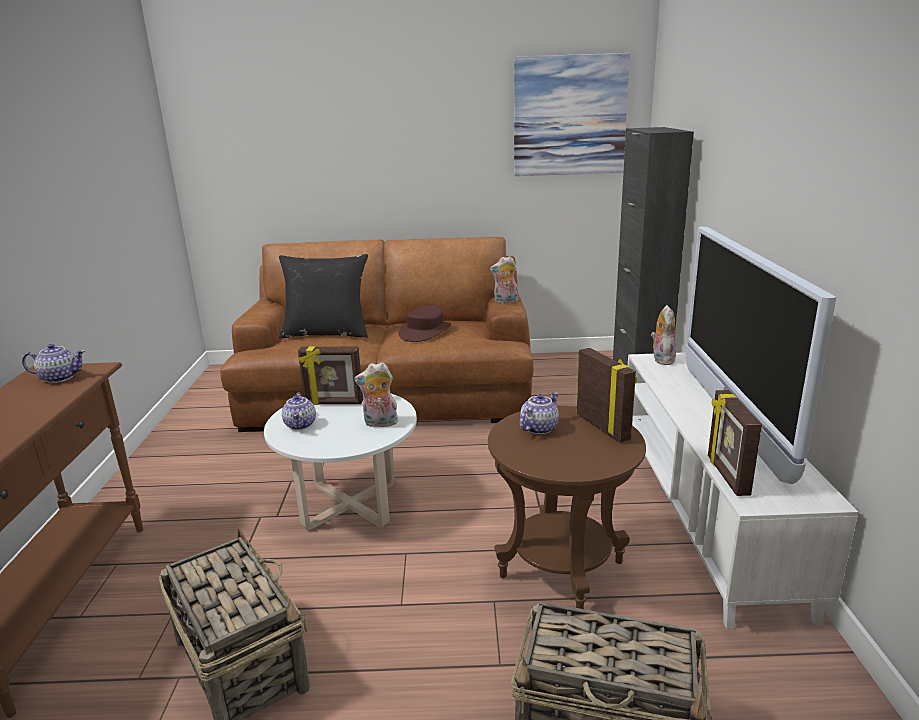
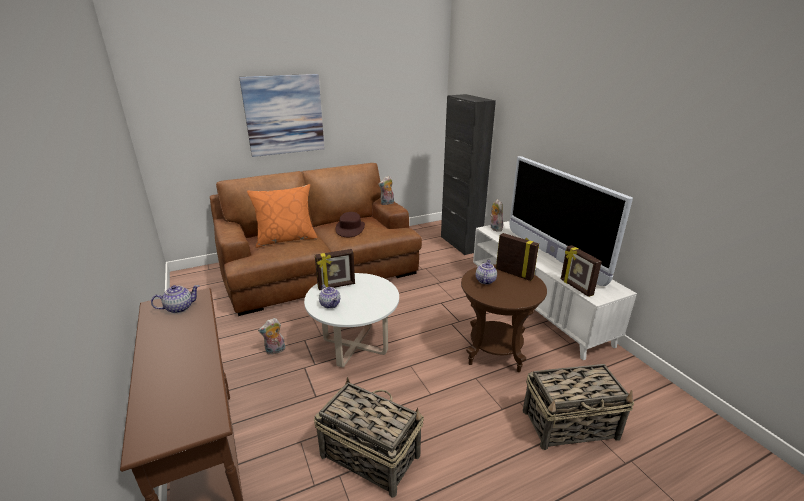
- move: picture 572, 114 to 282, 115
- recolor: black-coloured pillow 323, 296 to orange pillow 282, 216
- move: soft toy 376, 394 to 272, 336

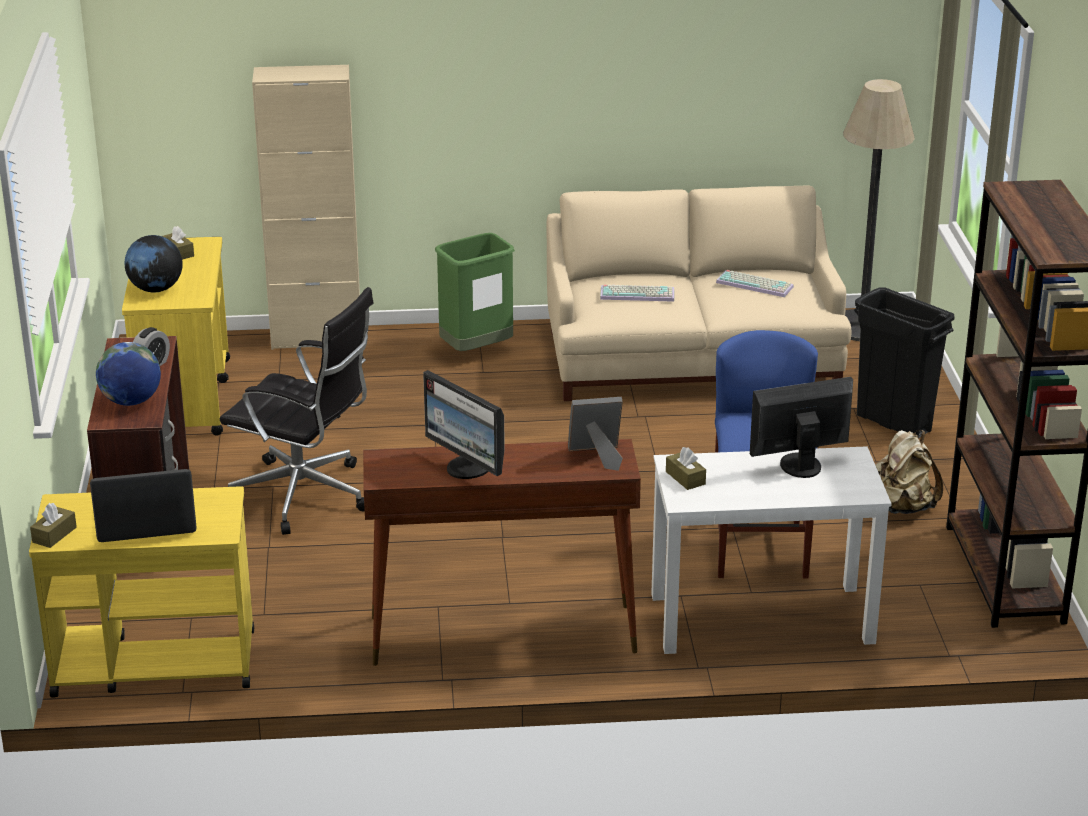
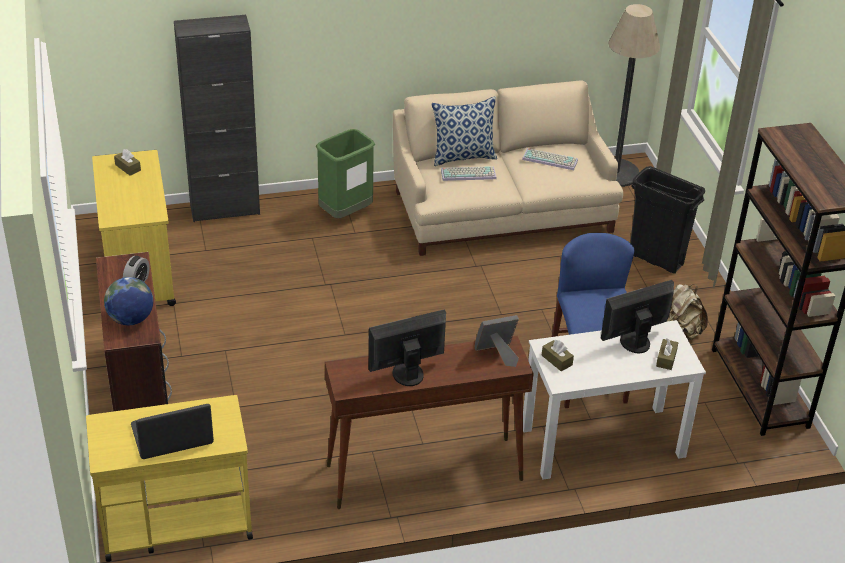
- recolor: beige-coloured cabinet 306, 207 to black-coloured cabinet 217, 118
- rotate: computer screen 464, 424 = 407, 347 120 degrees clockwise
- insert: pillow 464, 131
- move: brownish box of tissues 53, 525 to 667, 354
- delete: globe 154, 263
- delete: black-coloured office chair 297, 411

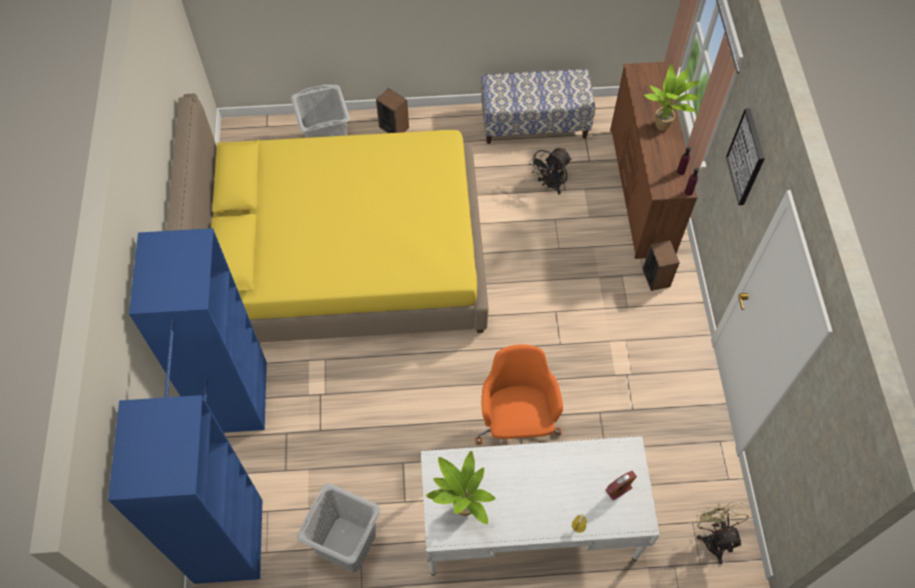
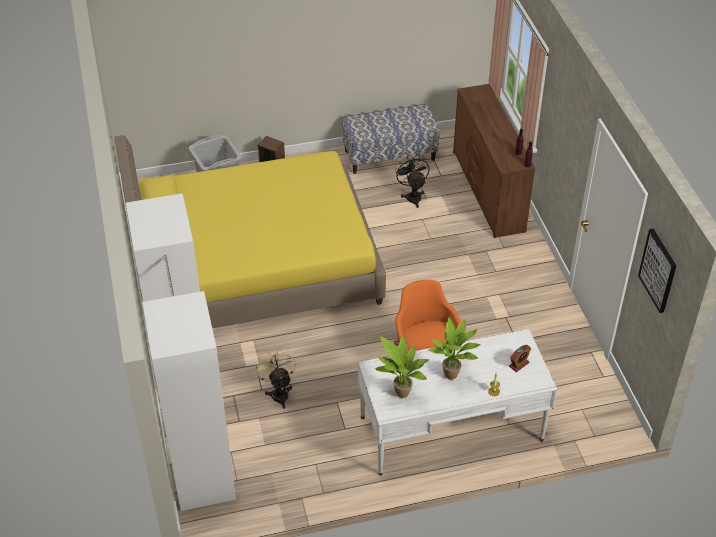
- recolor: blue armoire 187, 406 to white-coloured armoire 181, 352
- move: beige-coloured fan 722, 533 to 275, 378
- rotate: black-coloured fan 550, 171 = 412, 181 135 degrees clockwise
- move: potted plant 672, 97 to 454, 348
- move: picture 745, 156 to 657, 271
- delete: grey laundry basket 338, 527
- delete: speaker 661, 265

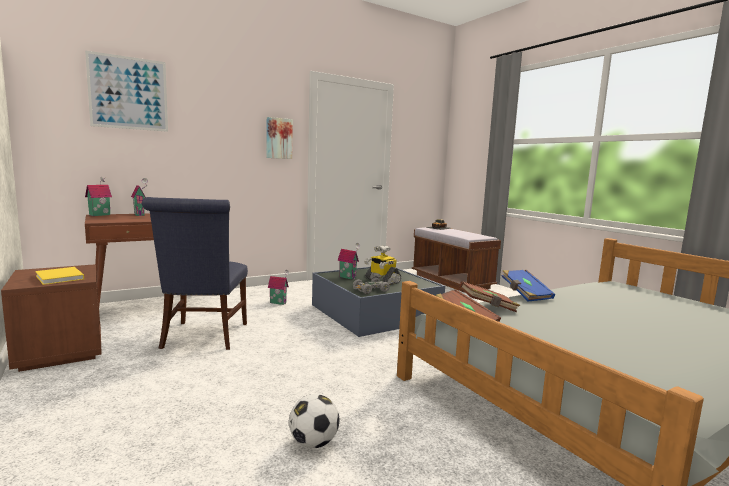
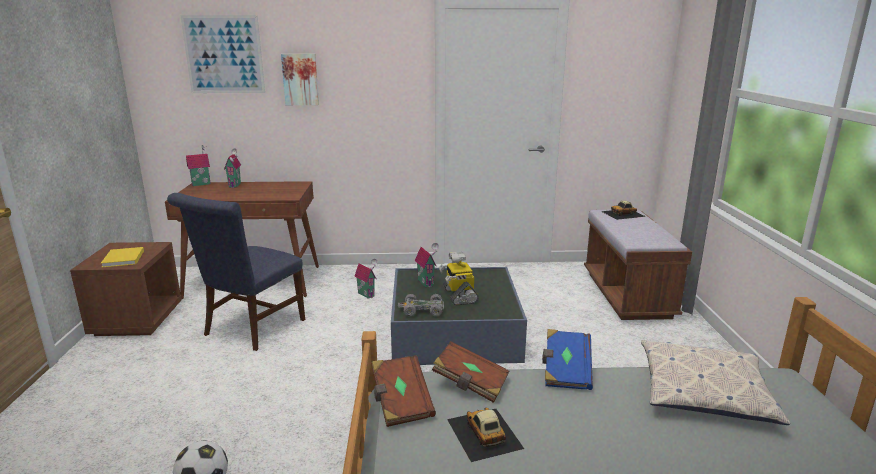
- move: picture 279, 138 to 300, 79
- insert: toy car 485, 434
- insert: pillow 715, 382

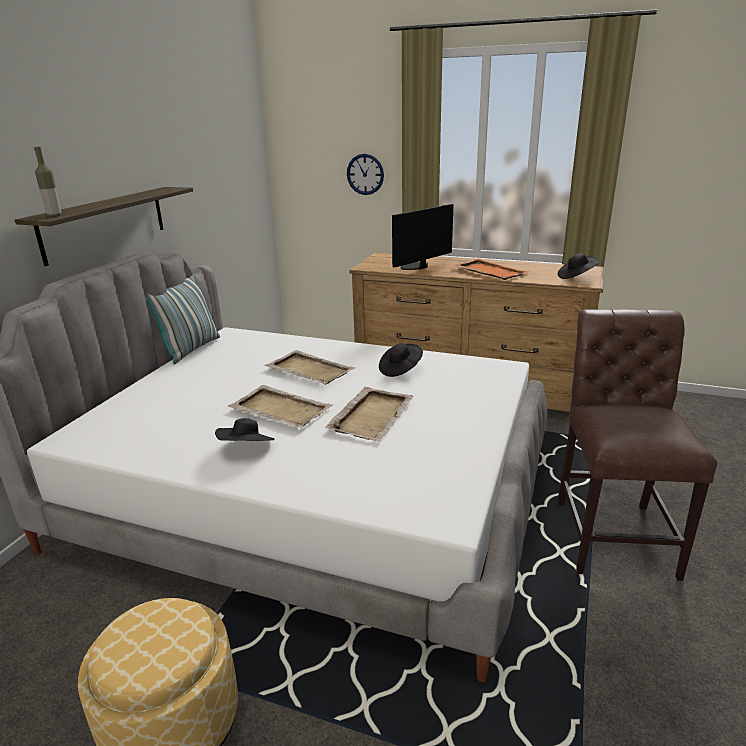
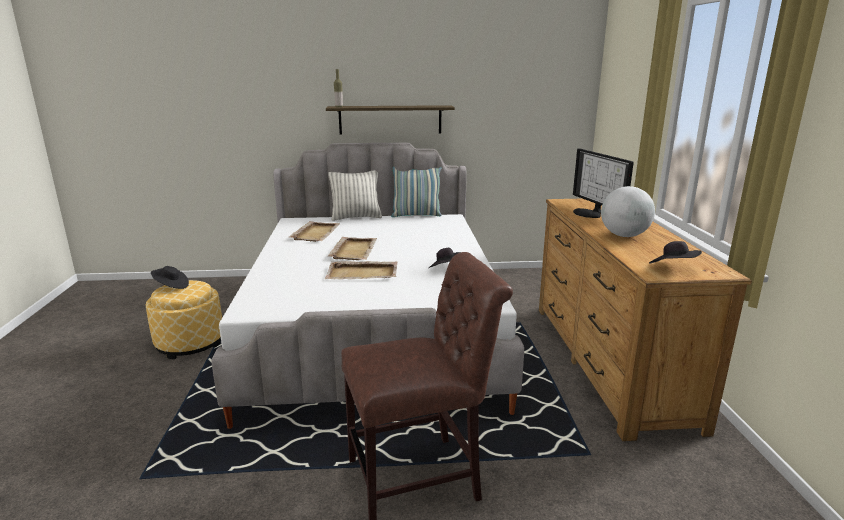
- move: black-coloured clothing hat 245, 429 to 170, 277
- move: beige-coloured tray 310, 367 to 314, 231
- insert: pillow 355, 195
- rotate: computer screen 422, 237 = 603, 183 135 degrees counterclockwise
- replace: orange tray 492, 269 to globe 628, 211
- delete: wall clock 365, 174

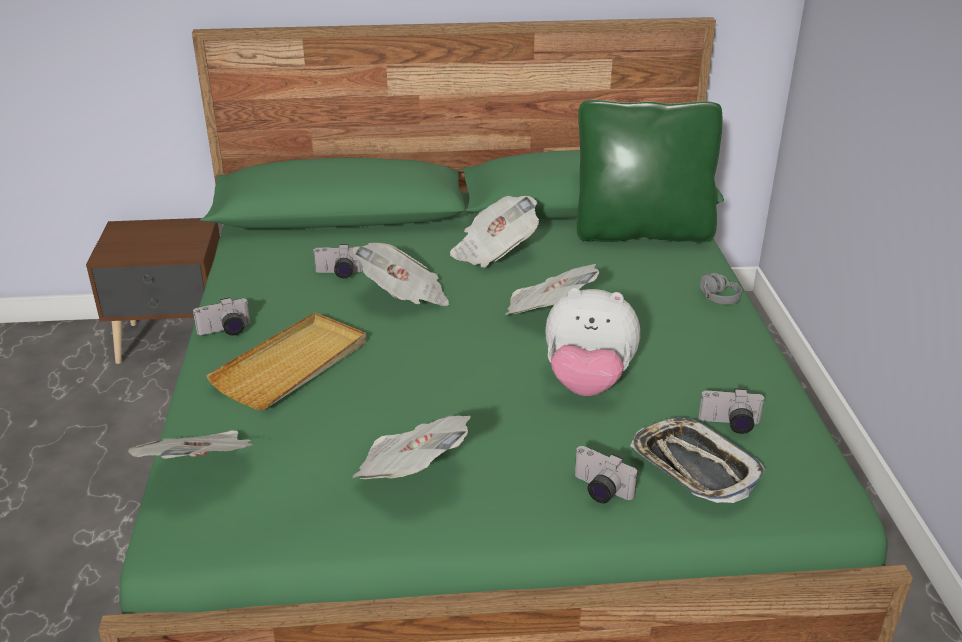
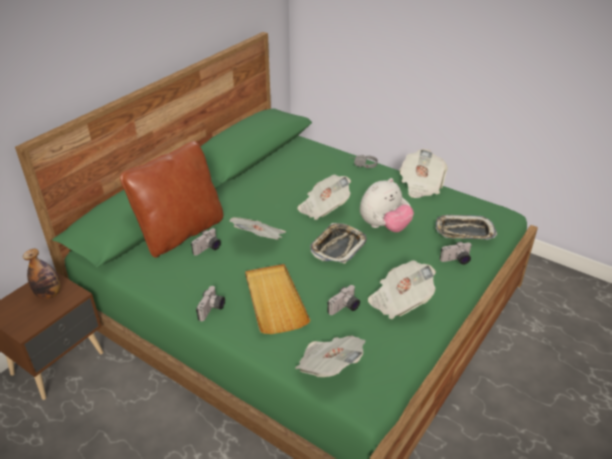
- insert: bottle 42, 274
- insert: brownish pillow 171, 199
- insert: tray 338, 243
- move: photo camera 732, 411 to 343, 300
- move: printed paper 494, 231 to 423, 173
- delete: greenish pillow 649, 171

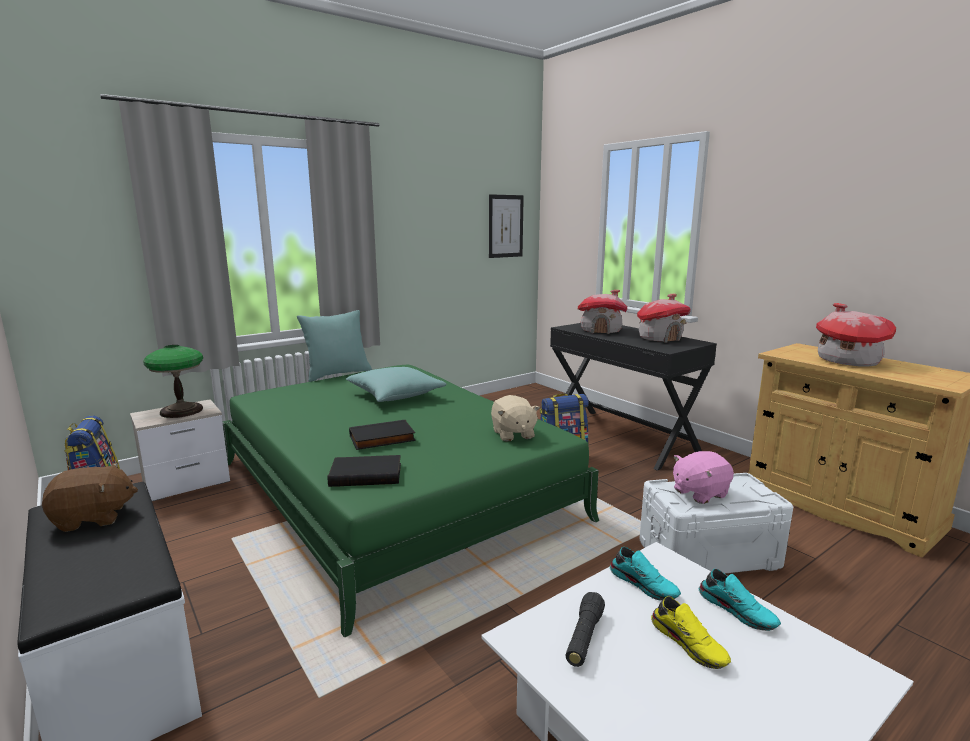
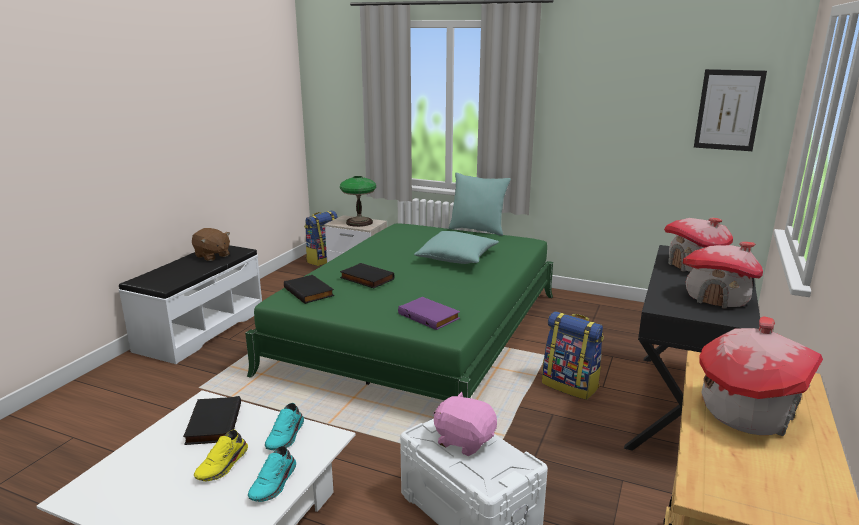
- replace: black-coloured torch 585, 629 to black-coloured book 212, 420
- replace: beige-coloured soft toy 515, 418 to purple-coloured book 429, 313

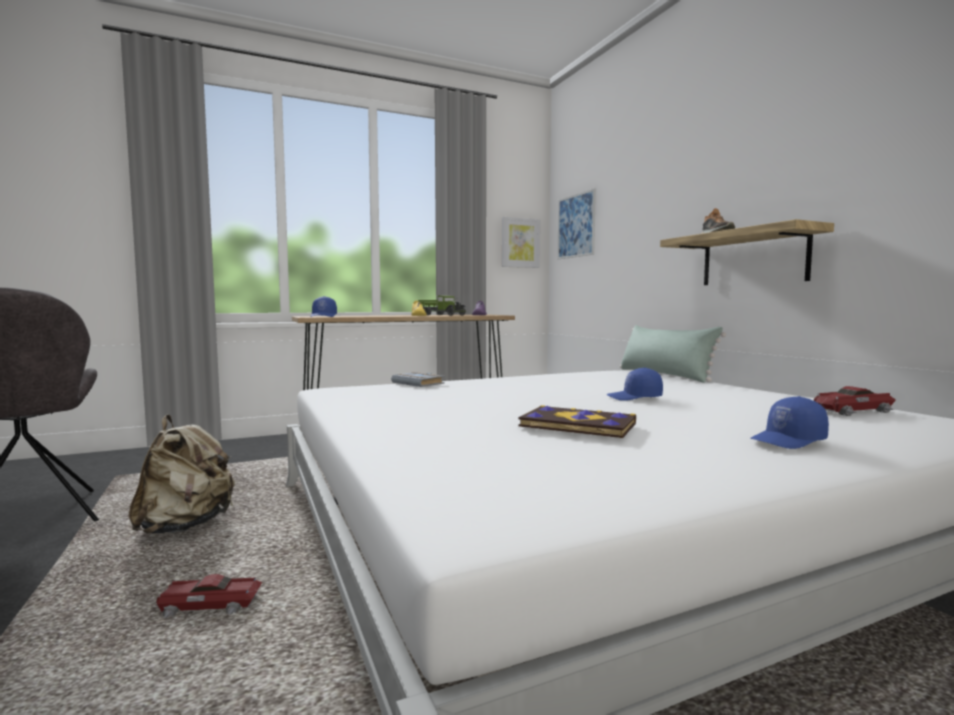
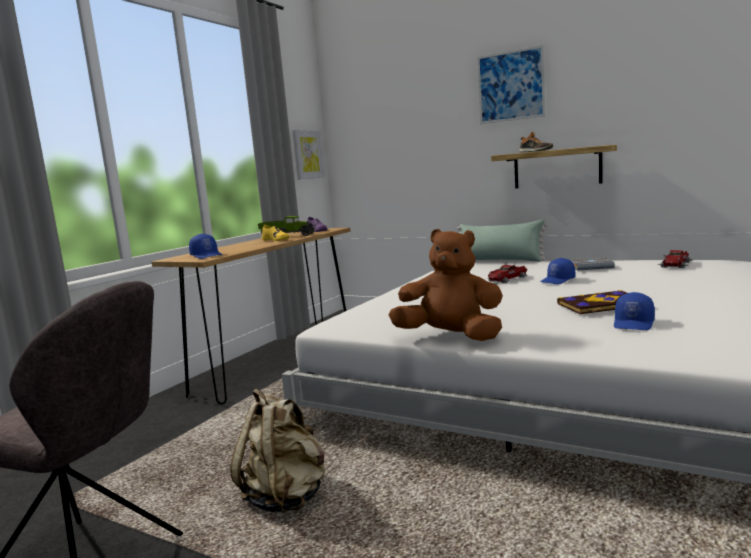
- insert: brownish soft toy 446, 285
- move: picture 576, 223 to 511, 84
- move: toy car 209, 596 to 507, 274
- move: grey book 418, 379 to 593, 264
- move: blue peaked cap 789, 422 to 634, 311

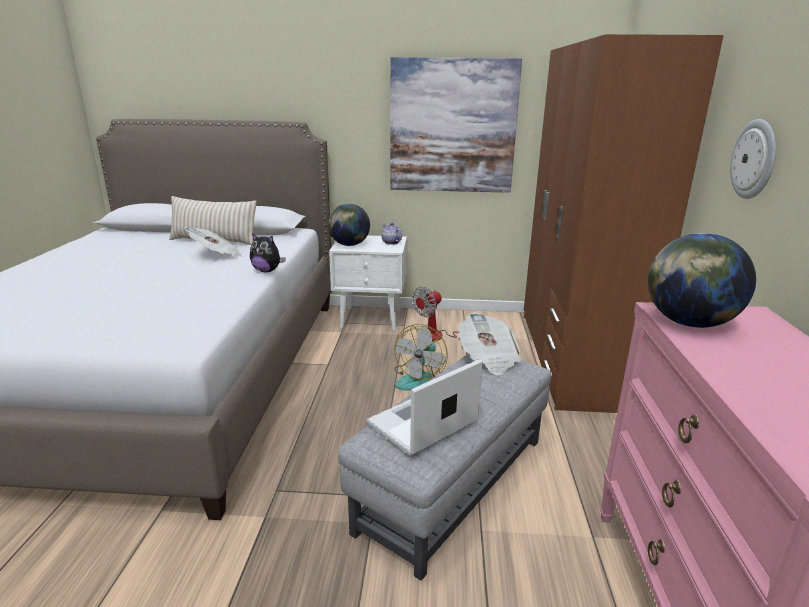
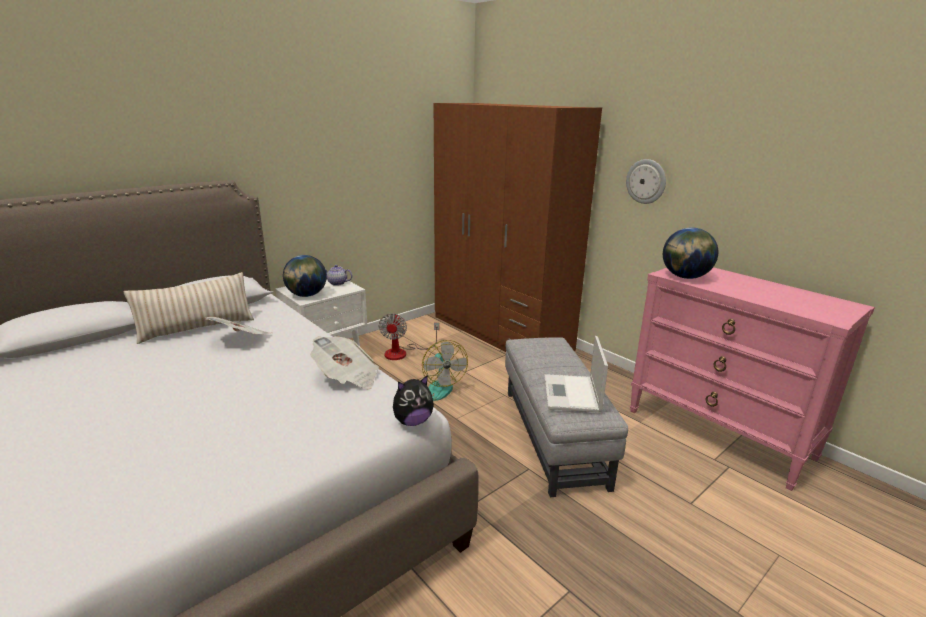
- move: printed paper 490, 343 to 344, 362
- move: soft toy 268, 252 to 413, 400
- delete: picture 456, 125

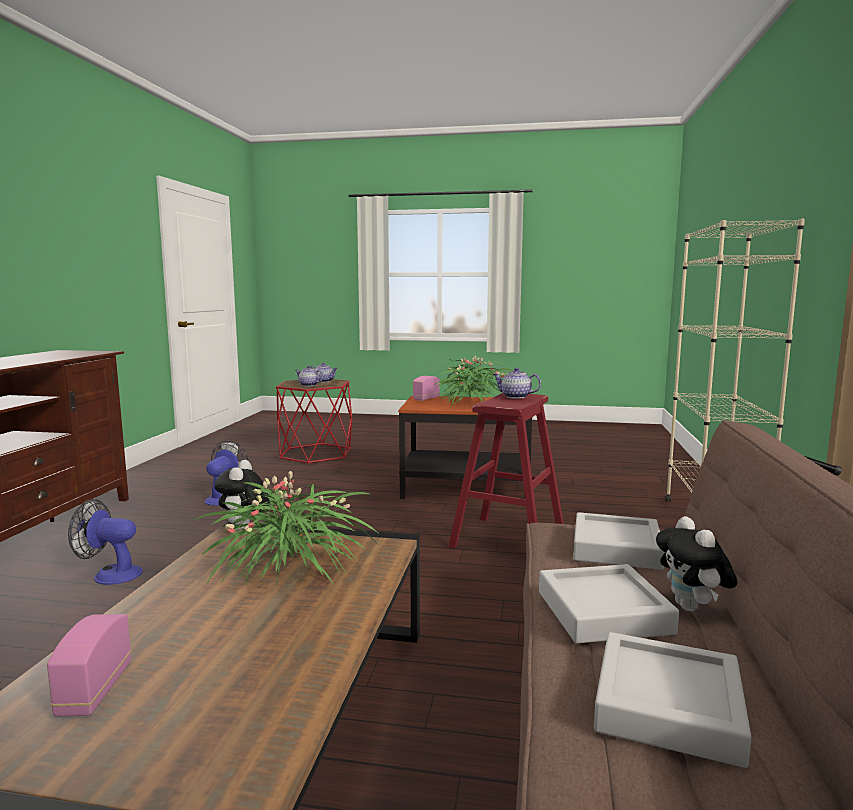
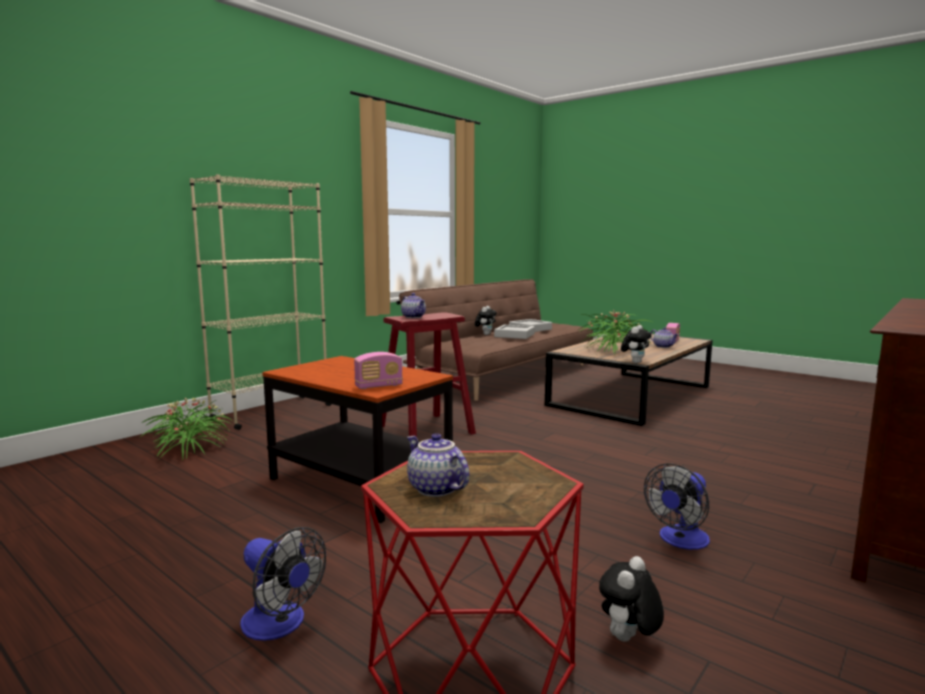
- move: potted plant 474, 381 to 186, 428
- move: fan 105, 542 to 283, 584
- insert: soft toy 631, 599
- move: teapot 309, 376 to 664, 337
- delete: grey tray 618, 541

